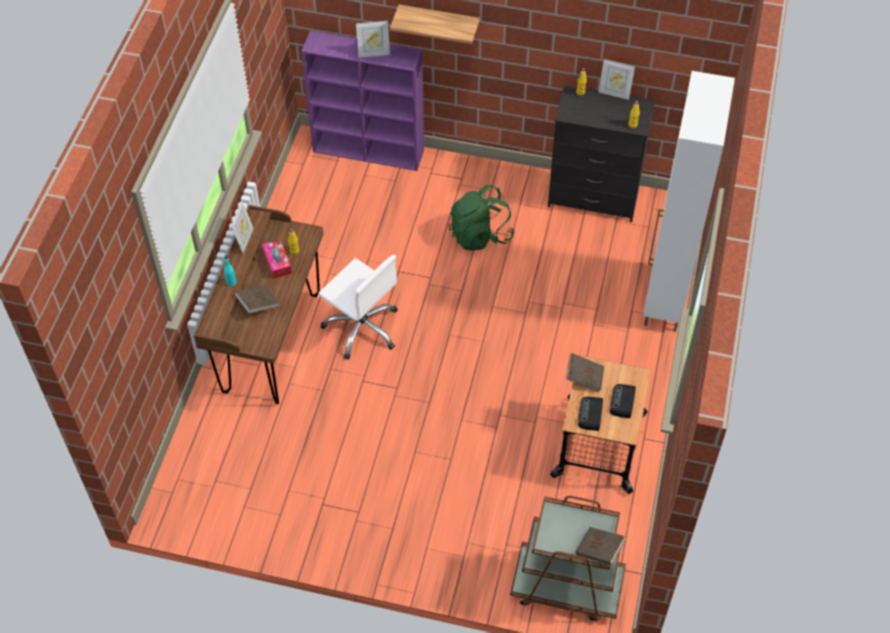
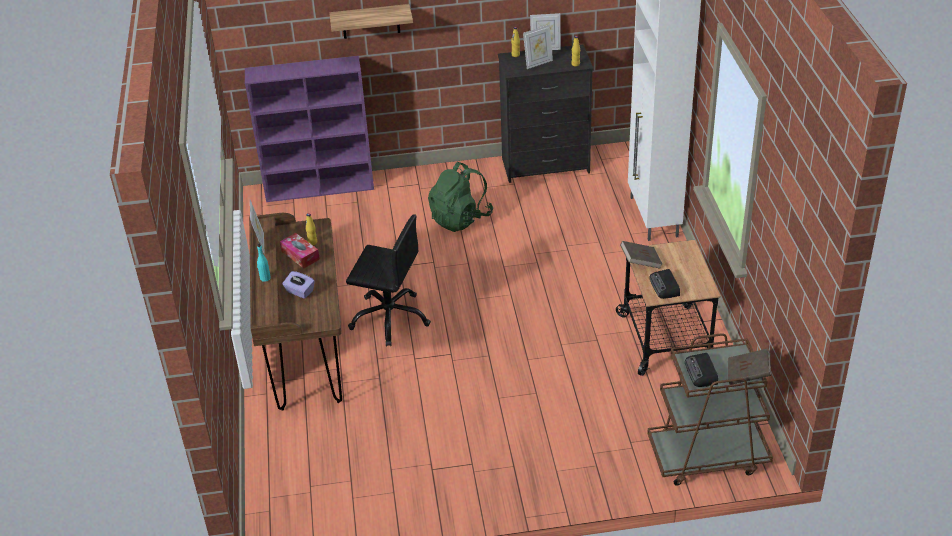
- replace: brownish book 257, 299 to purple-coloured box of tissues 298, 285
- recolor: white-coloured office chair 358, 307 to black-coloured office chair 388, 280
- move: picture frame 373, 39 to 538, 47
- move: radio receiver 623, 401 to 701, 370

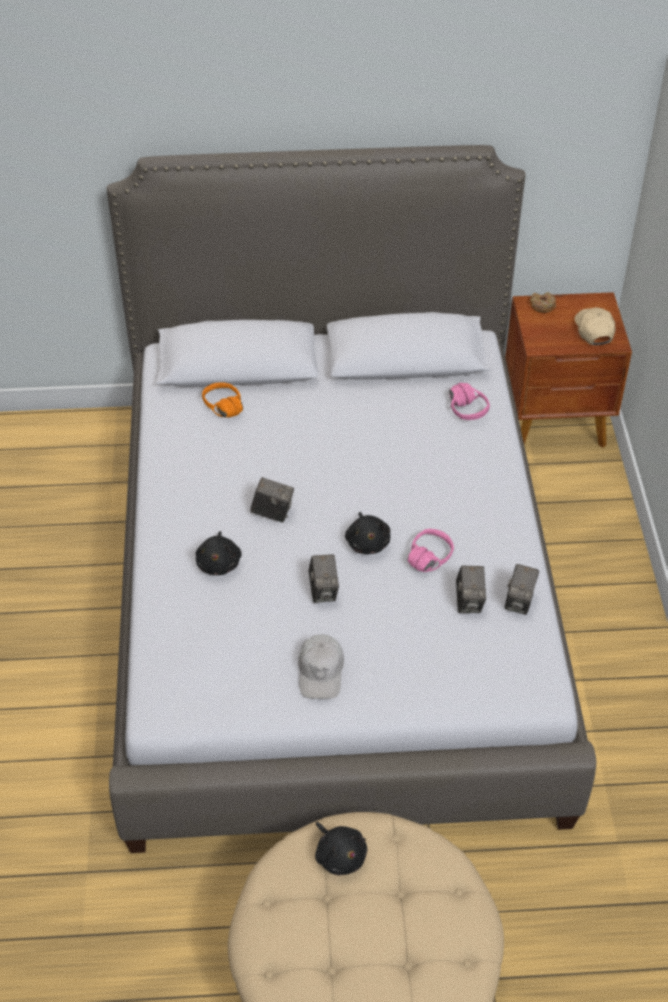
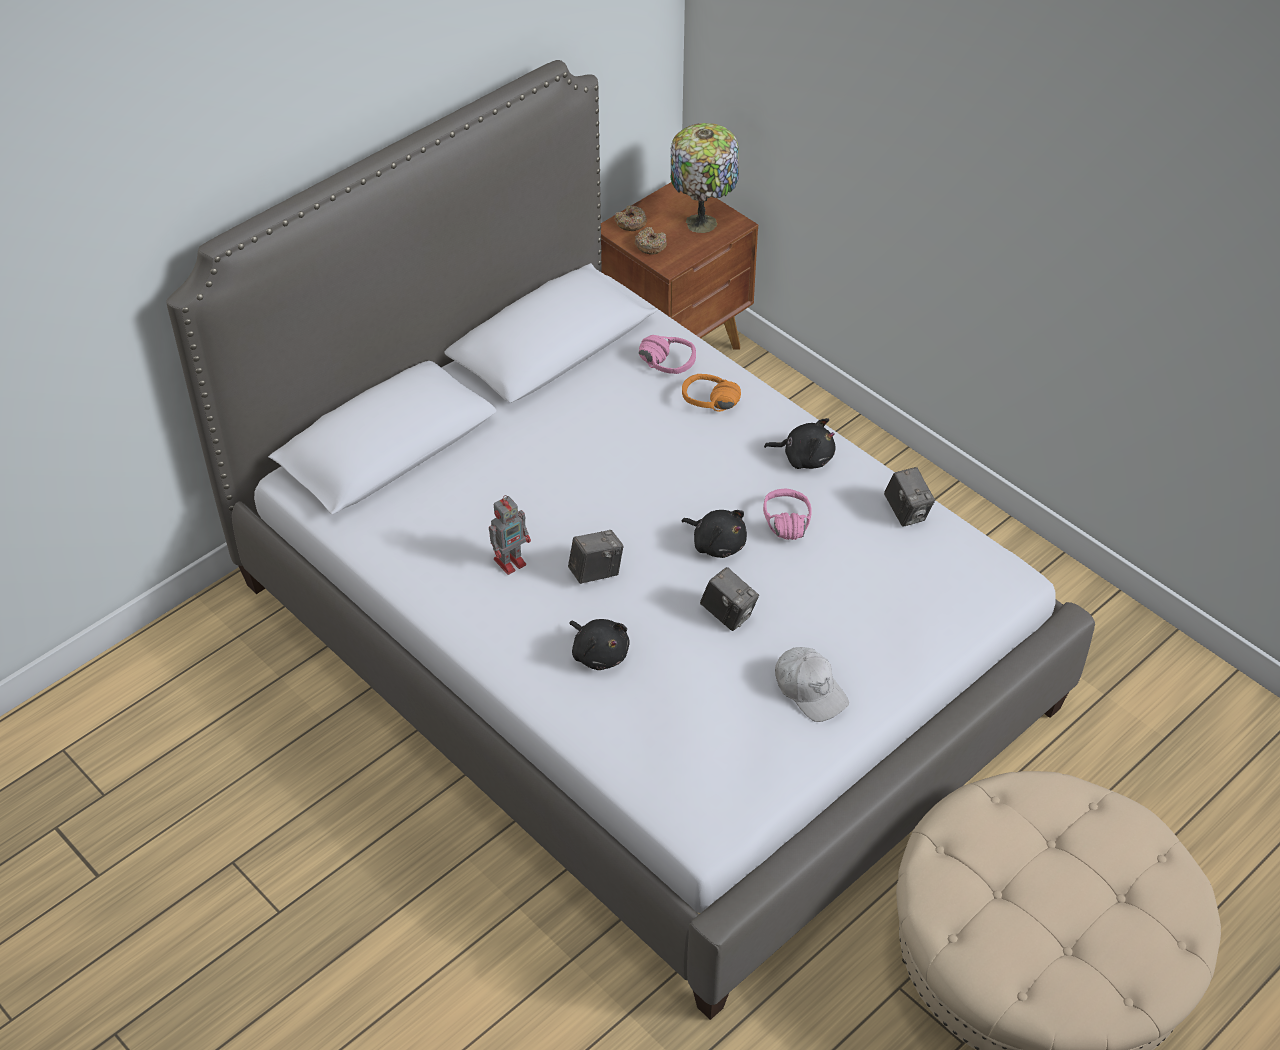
- insert: robot figure 510, 535
- insert: ring doughnut 651, 241
- replace: beige-coloured peaked cap 595, 326 to table lamp 705, 178
- move: orange headphones 222, 400 to 711, 393
- move: black-coloured soft toy 341, 849 to 800, 443
- delete: photo camera 471, 589

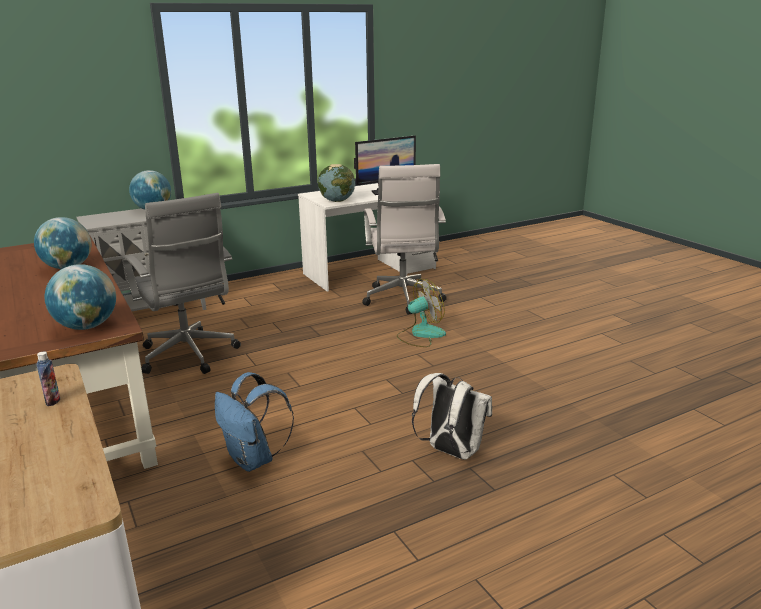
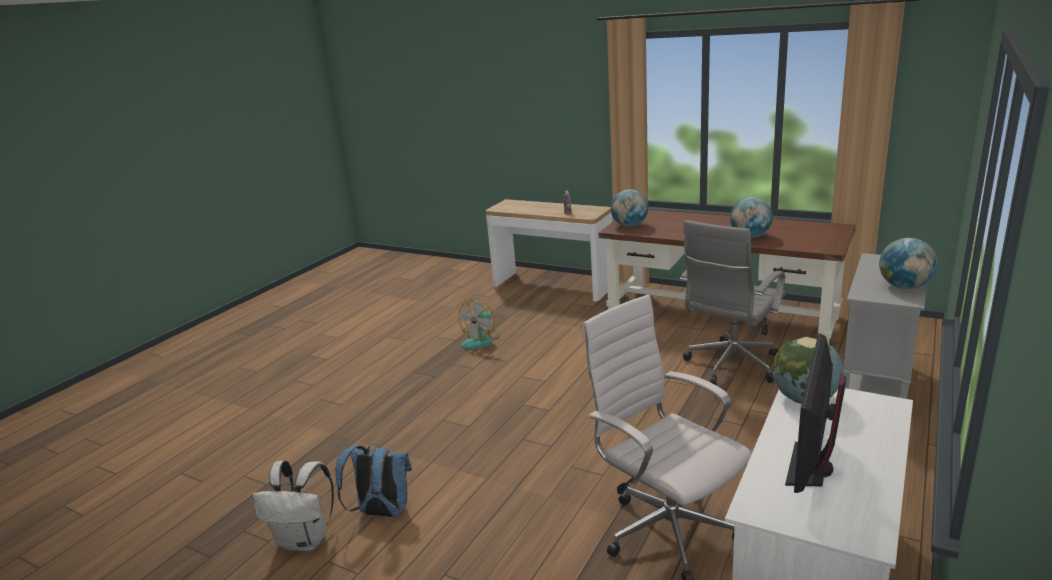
- move: white-coloured knapsack 452, 416 to 293, 506
- move: blue knapsack 254, 422 to 374, 480
- move: fan 421, 313 to 479, 323
- rotate: grey office chair 182, 283 = 732, 302 75 degrees counterclockwise

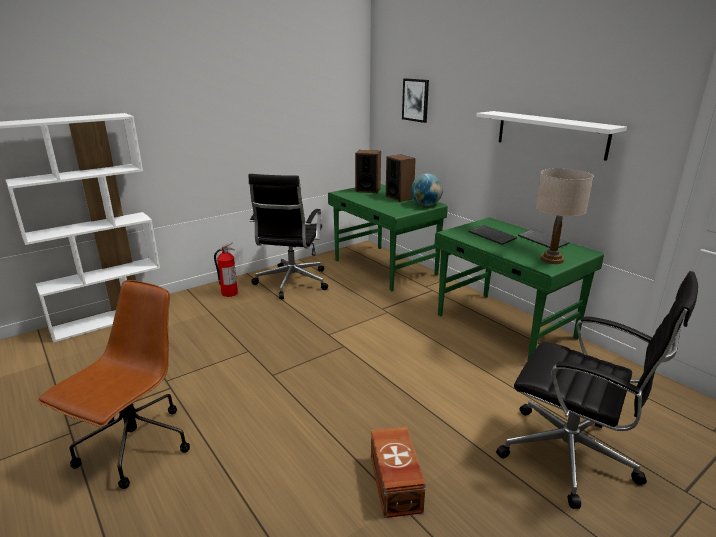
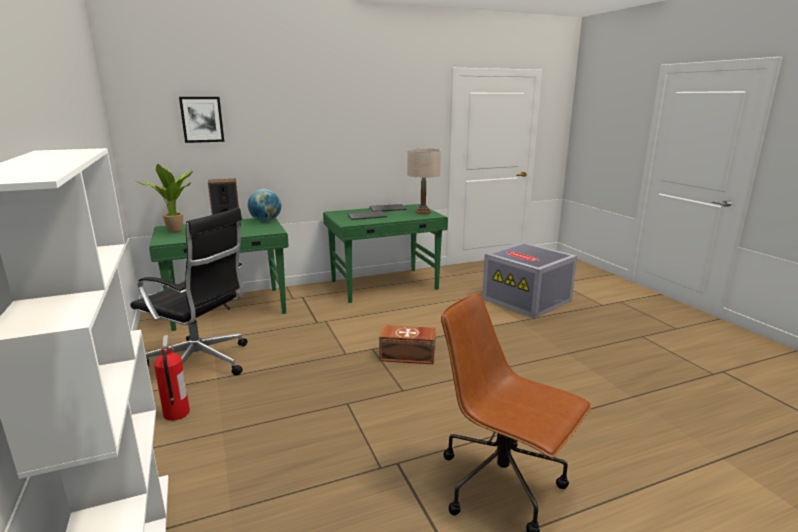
- replace: speaker 368, 171 to potted plant 165, 198
- move: brownish storage bin 398, 472 to 407, 345
- replace: black-coloured office chair 597, 390 to grey storage bin 529, 280
- delete: white-coloured bracket shelf 551, 136

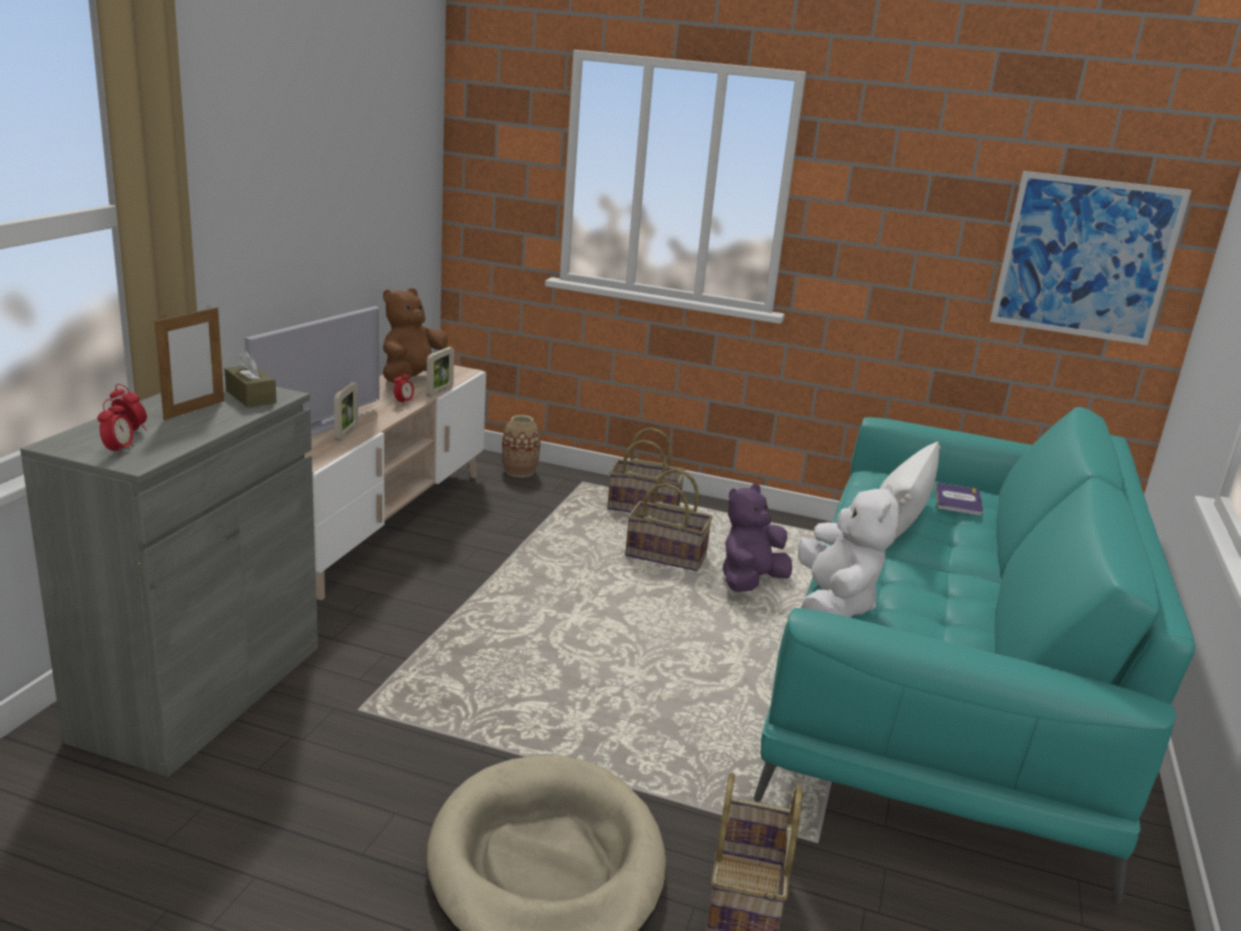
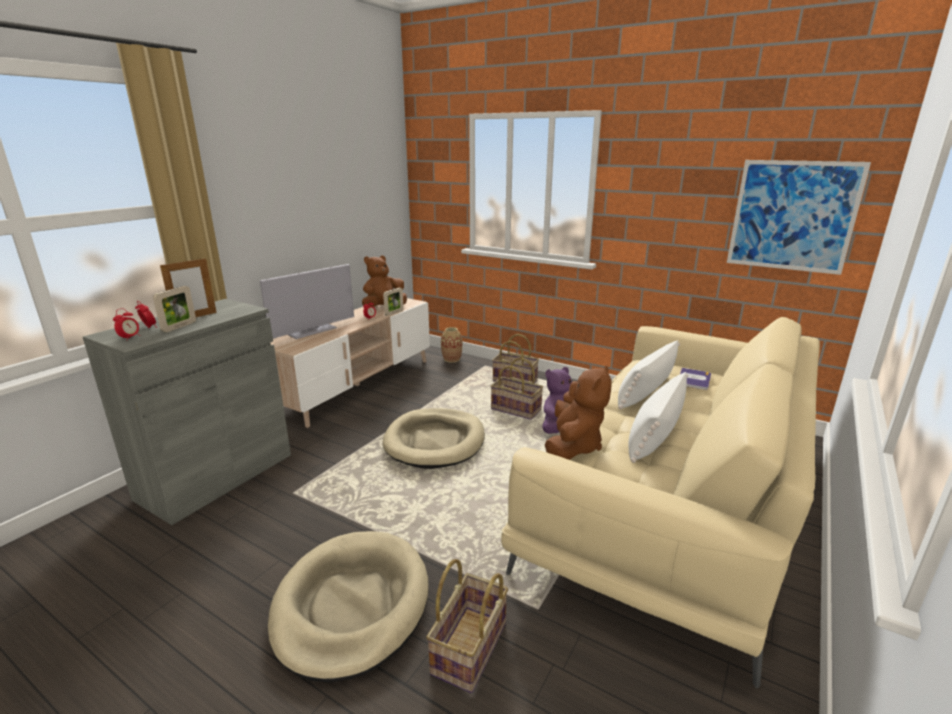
- move: picture frame 346, 411 to 174, 309
- insert: beige-coloured dog bed 434, 438
- recolor: turquoise settee 974, 656 to beige-coloured settee 660, 502
- recolor: white-coloured soft toy 849, 551 to brownish soft toy 578, 412
- insert: white-coloured pillow 658, 417
- delete: brownish box of tissues 250, 379

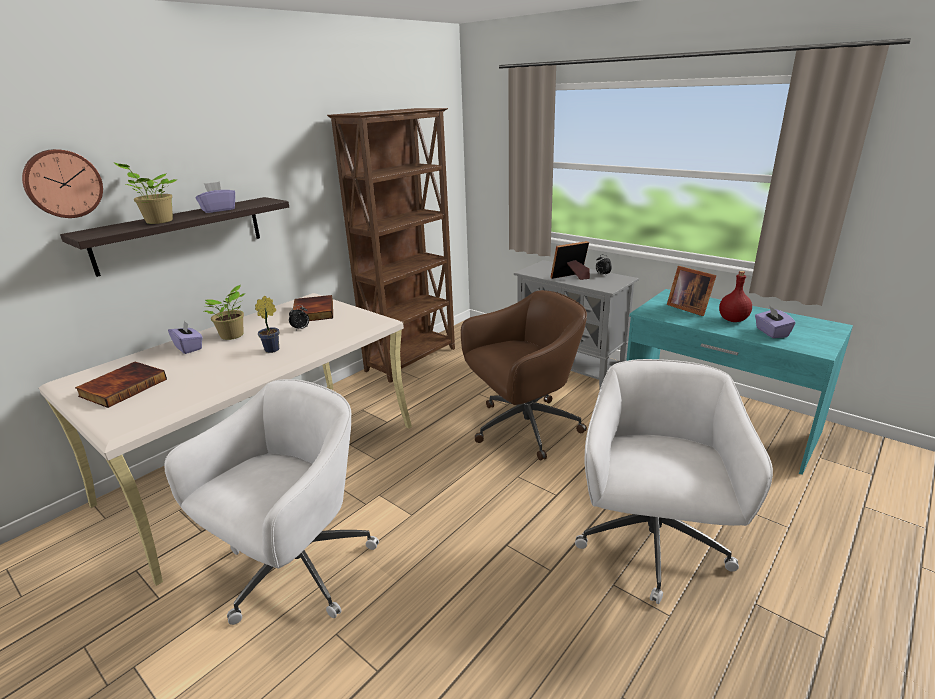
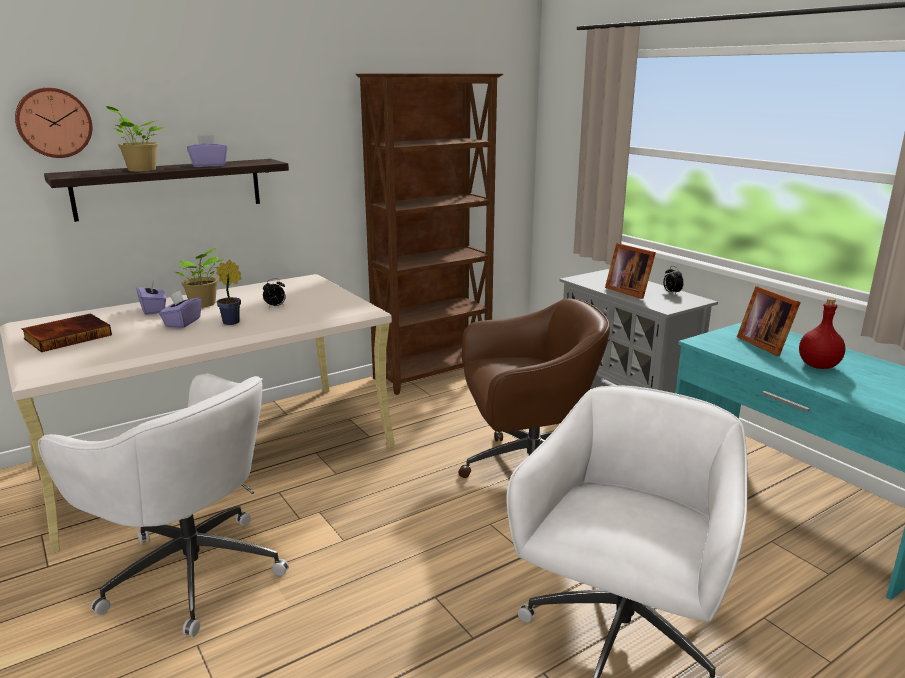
- rotate: white-coloured office chair 271, 502 = 163, 505 75 degrees clockwise
- move: purple-coloured box of tissues 775, 321 to 180, 309
- rotate: picture frame 570, 260 = 630, 271 120 degrees counterclockwise
- delete: book 313, 308

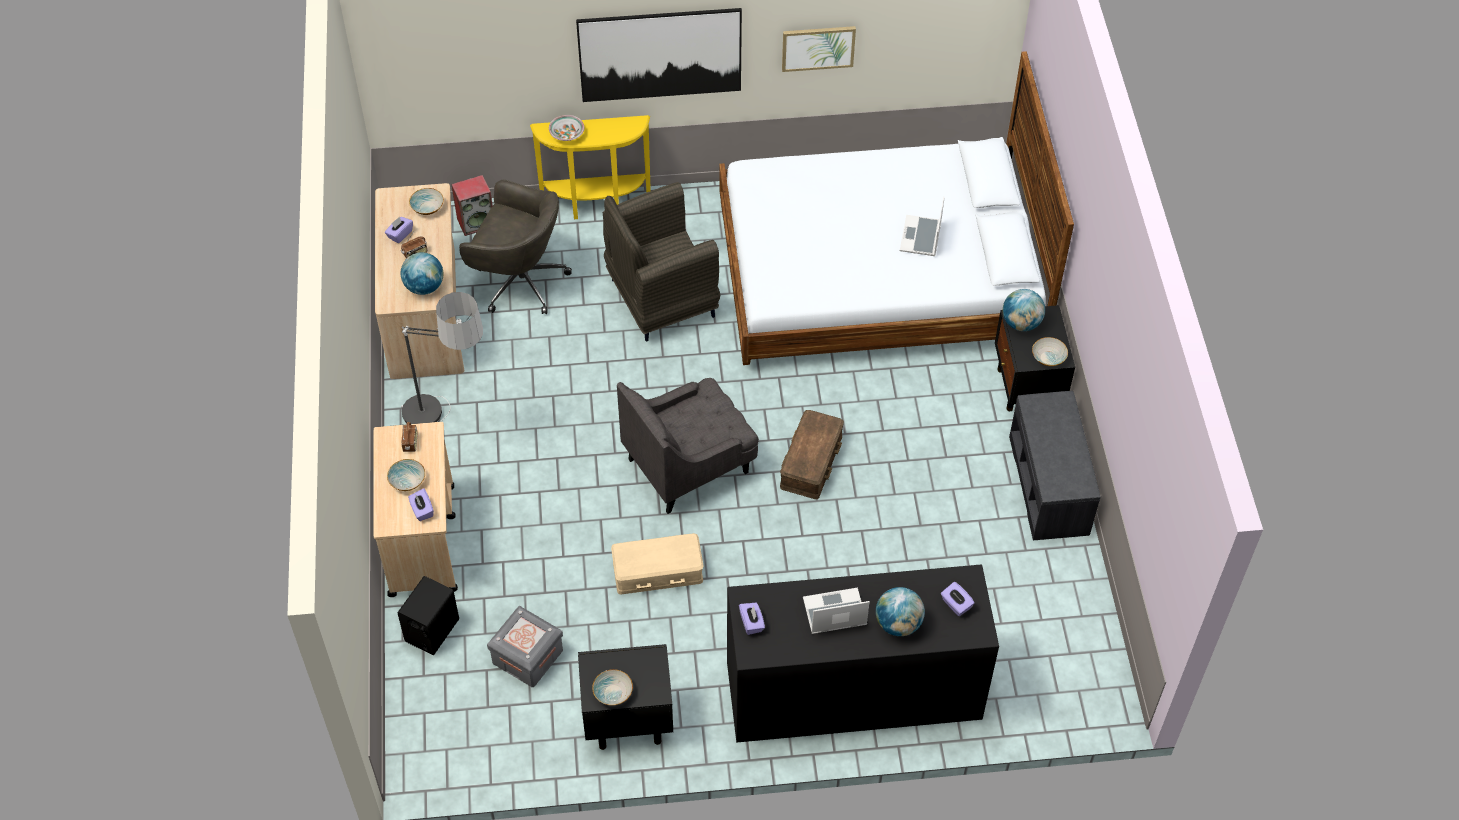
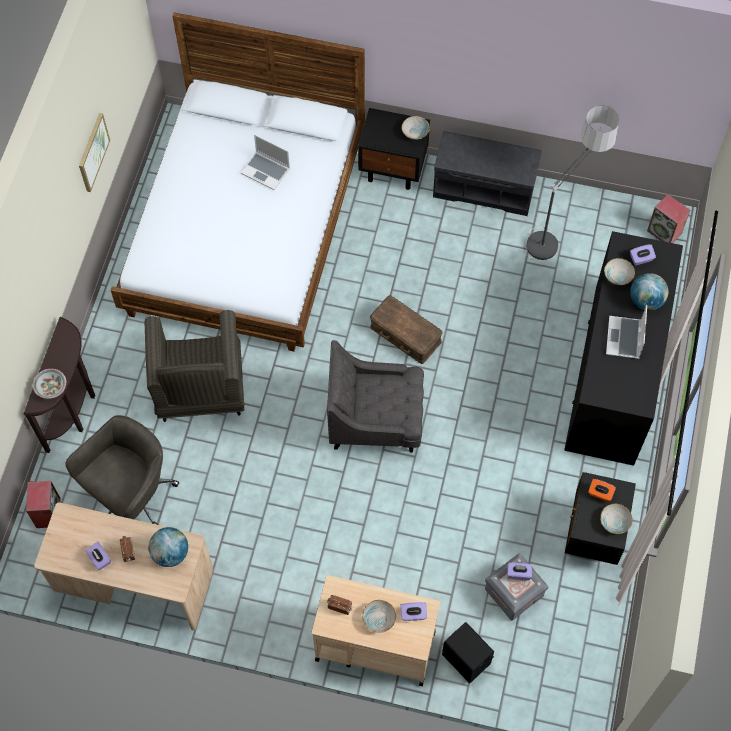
- recolor: yellow-coloured narrow table 590, 167 to brownish narrow table 59, 385
- rotate: grey lounge chair 688, 446 = 375, 396 105 degrees clockwise
- move: purple-coloured box of tissues 752, 619 to 519, 571
- move: standard lamp 442, 358 to 572, 182
- insert: orange box of tissues 602, 490
- move: serving bowl 426, 201 to 619, 271
- insert: speaker 668, 218
- delete: picture 659, 55
- delete: beige-coloured storage bin 657, 563
- delete: globe 1024, 310

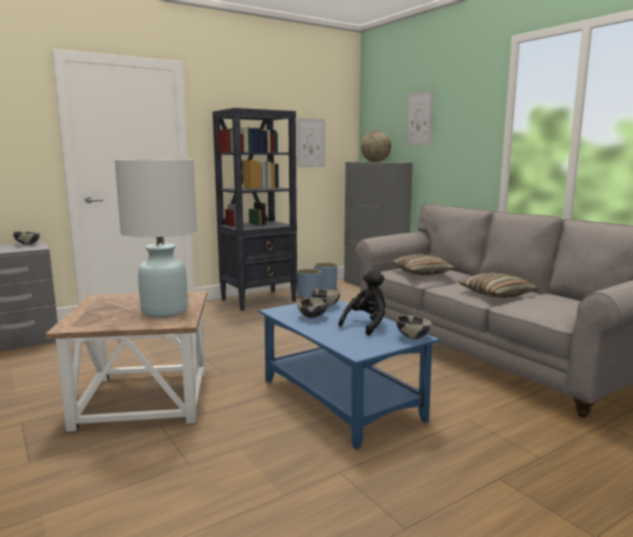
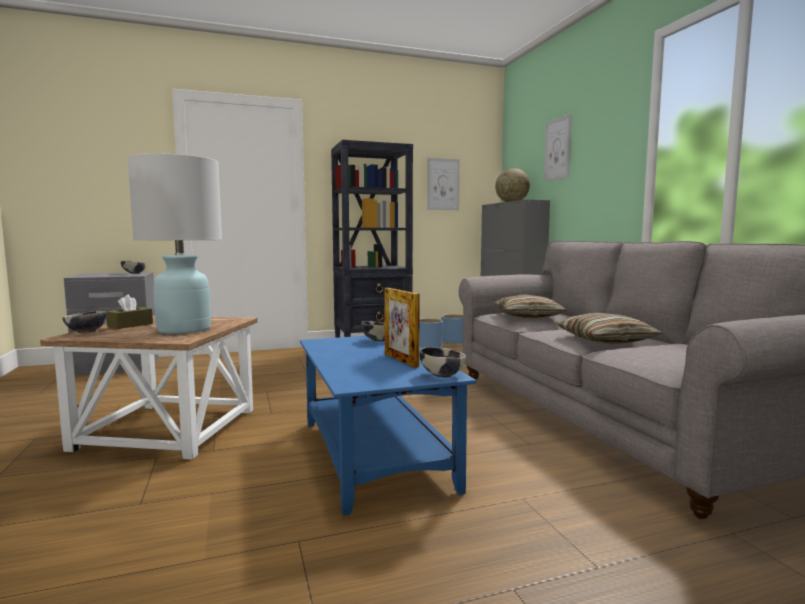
- move: serving bowl 312, 308 to 84, 322
- insert: brownish box of tissues 129, 312
- replace: black-coloured soft toy 362, 302 to picture frame 402, 328

